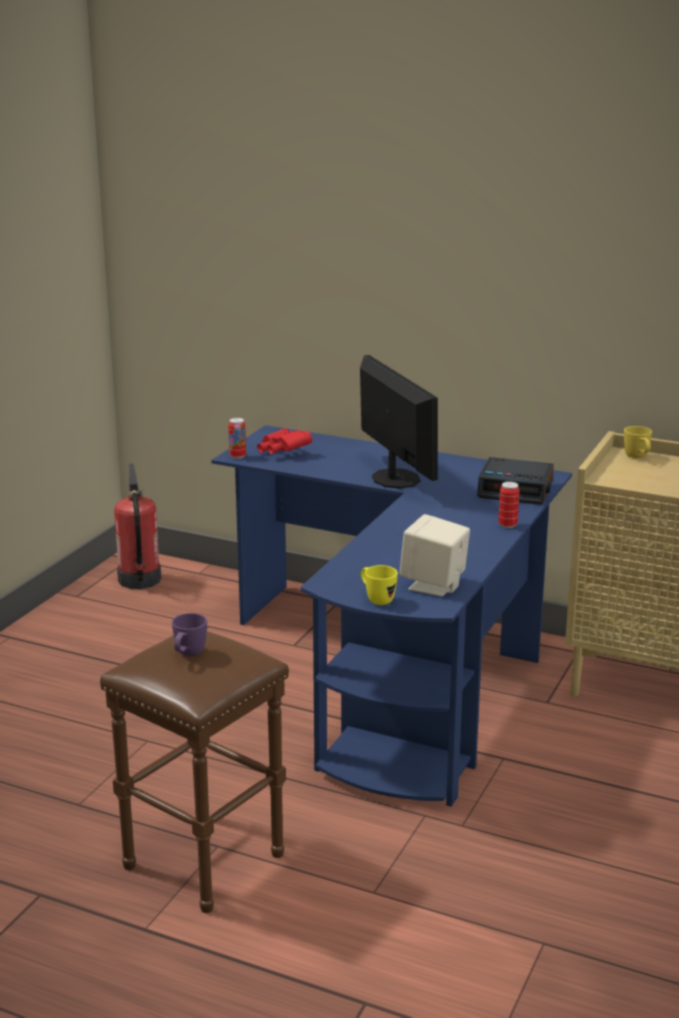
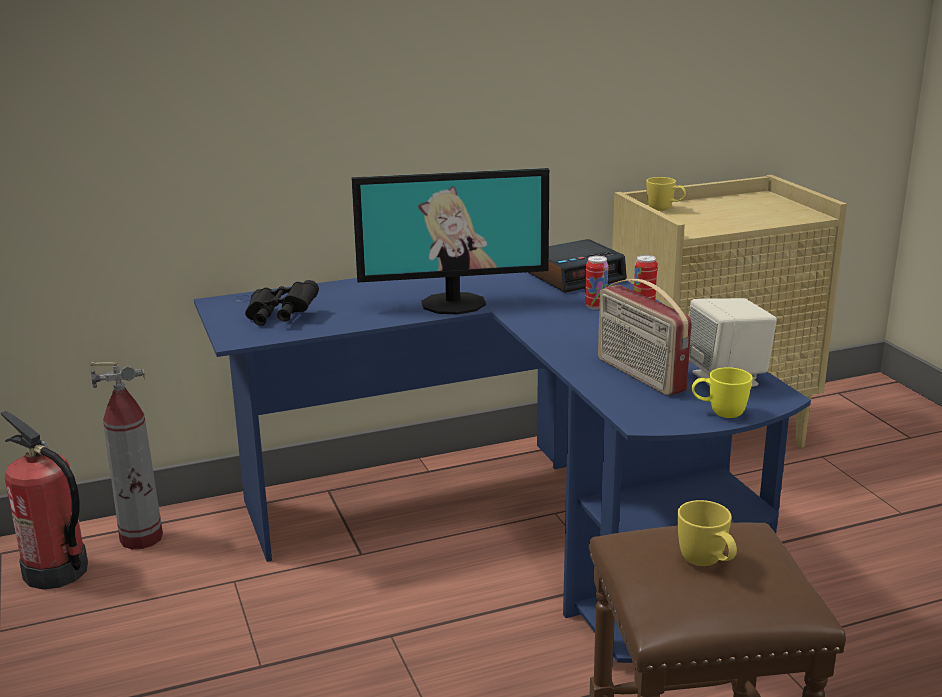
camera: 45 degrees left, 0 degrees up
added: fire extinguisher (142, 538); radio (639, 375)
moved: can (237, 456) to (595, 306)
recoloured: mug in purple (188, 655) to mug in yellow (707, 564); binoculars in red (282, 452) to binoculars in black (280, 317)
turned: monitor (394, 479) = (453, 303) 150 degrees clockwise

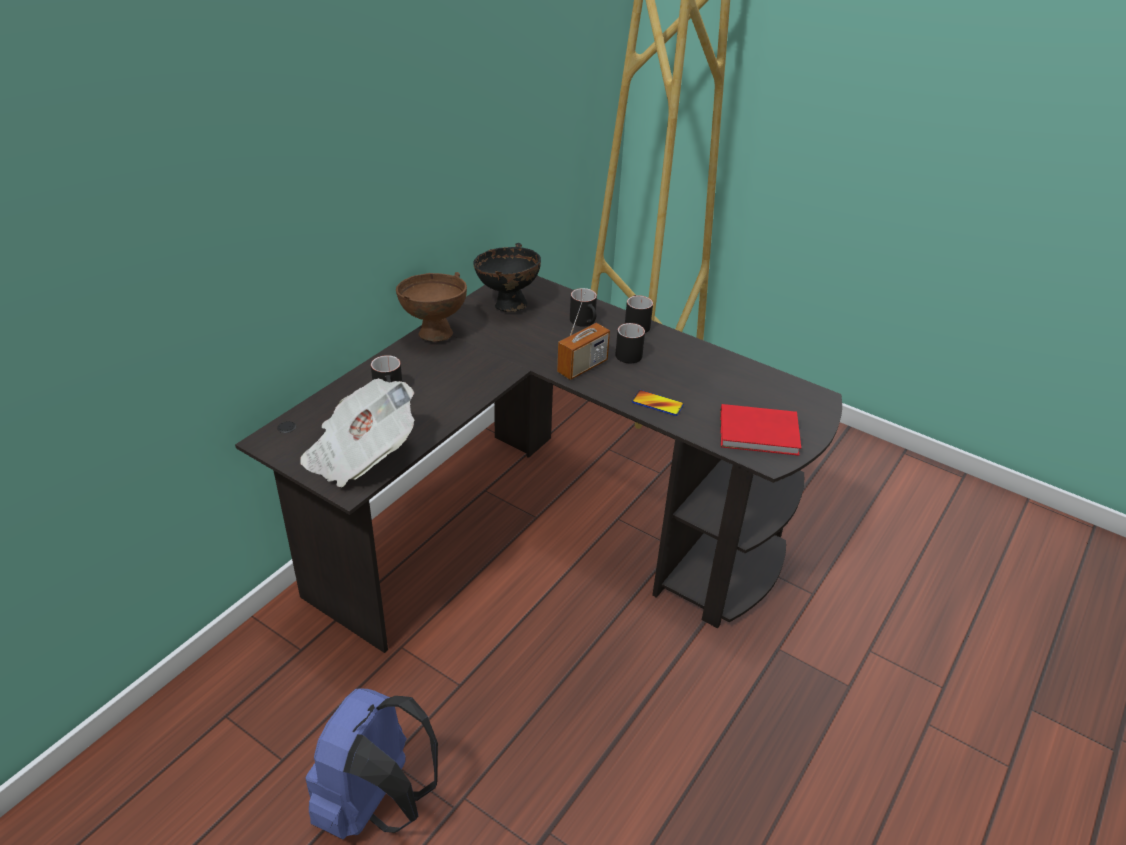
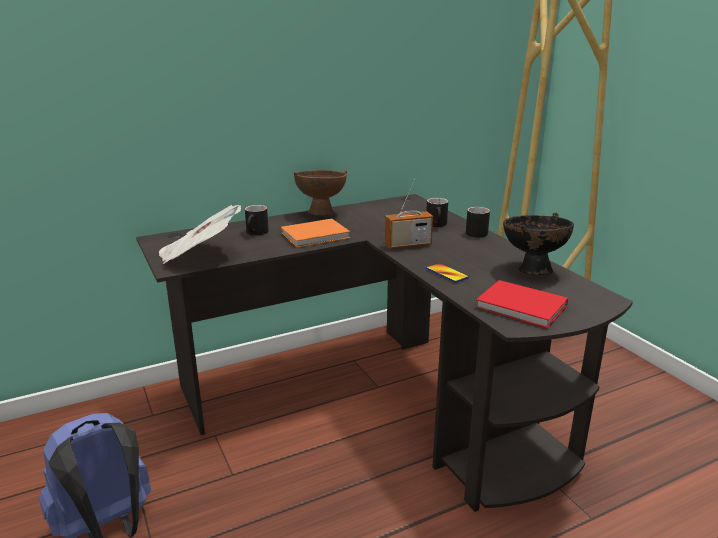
camera: 30 degrees right, 15 degrees down
removed: mug in black (629, 352)
added: book in orange (317, 235)
moved: bowl in black (507, 305) to (531, 271)

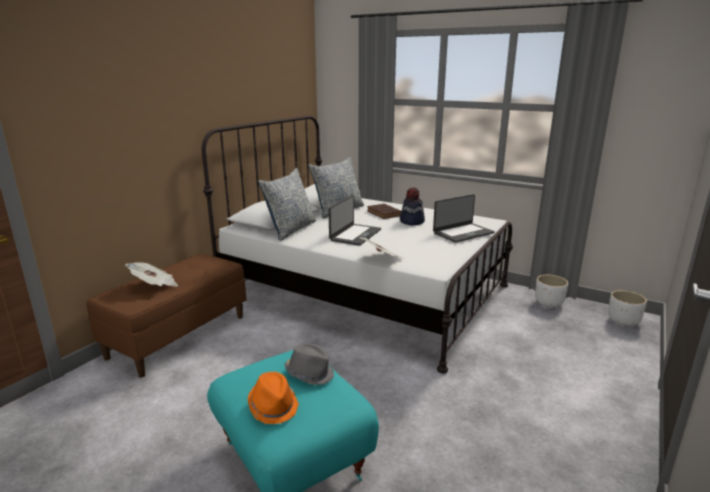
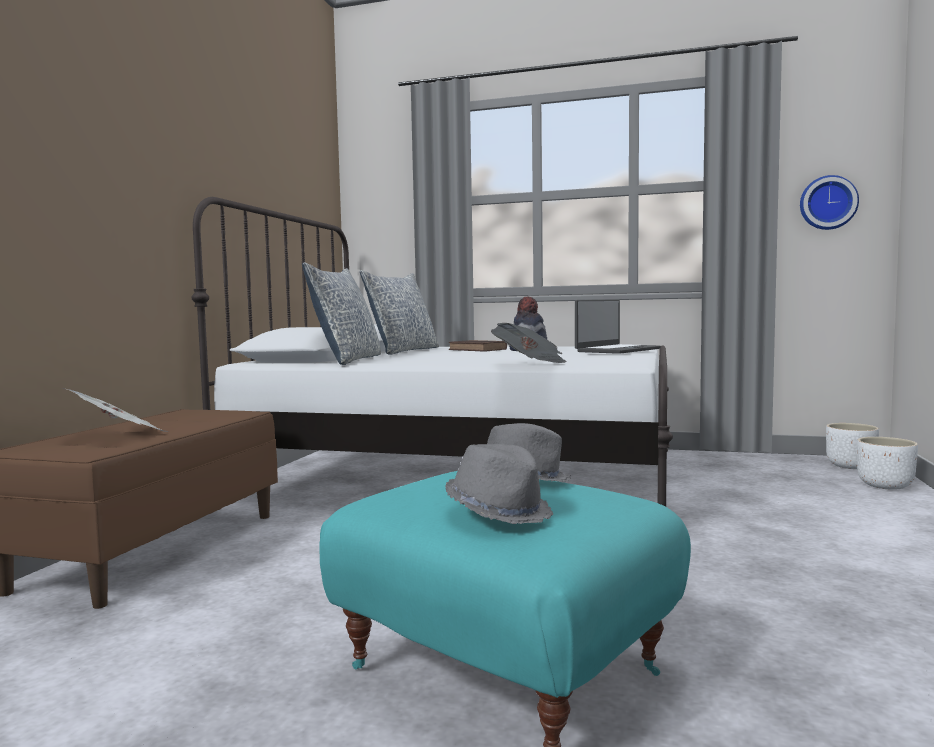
camera: 15 degrees left, 15 degrees down
removed: laptop (355, 235)
added: wall clock (827, 203)
moved: planter in white (549, 303) to (885, 485)
recoloured: hat in orange (273, 406) to hat in grey (499, 511)

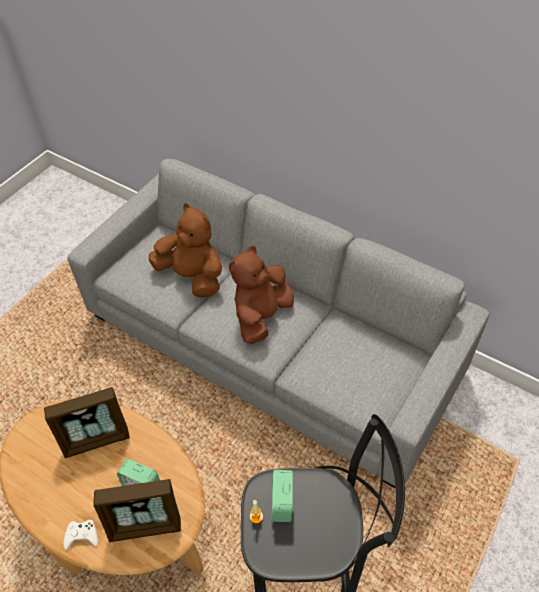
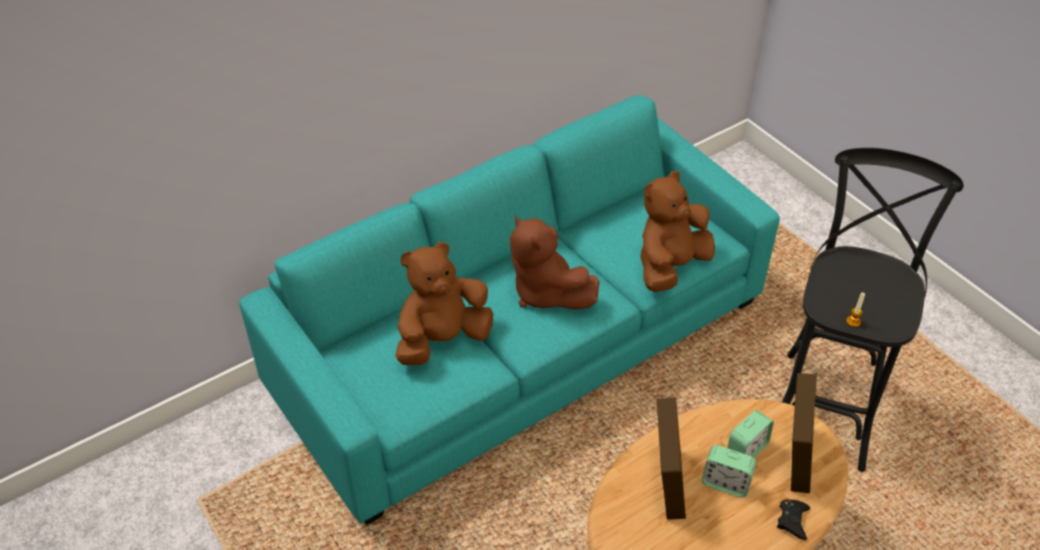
camera: 70 degrees left, 5 degrees down
added: plush toy in brown (670, 266)
moved: alarm clock (282, 503) to (726, 483)
recoloured: game controller in white (82, 535) to game controller in black (792, 520); sofa in grey (271, 342) to sofa in turquoise (519, 343)

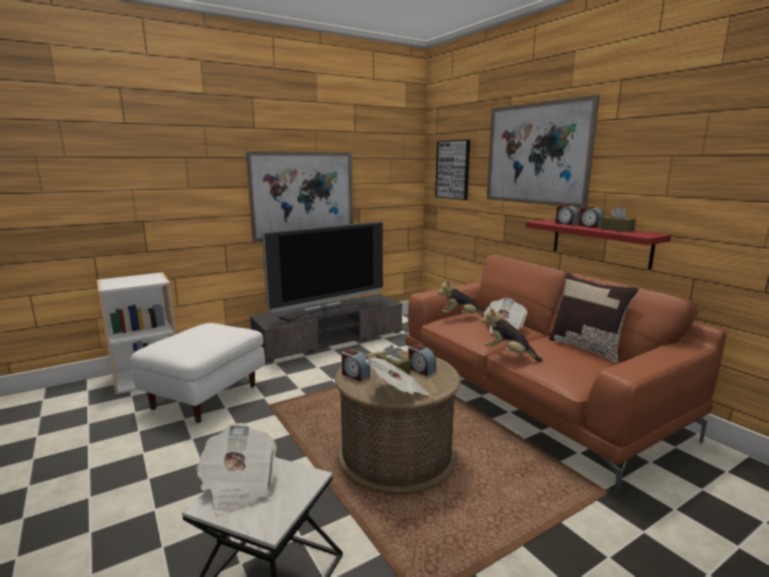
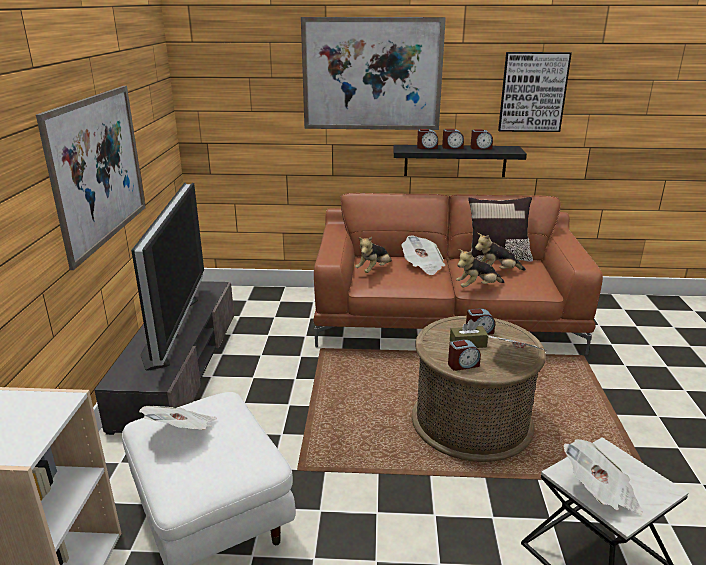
camera: 55 degrees left, 10 degrees up
added: newspaper (182, 432); plush toy (496, 271)
moved: picture (453, 169) to (533, 92)
replaced: tissue box in brown (617, 230) to alarm clock (481, 148)
recoloured: shelf in red (600, 243) to shelf in black (455, 160)

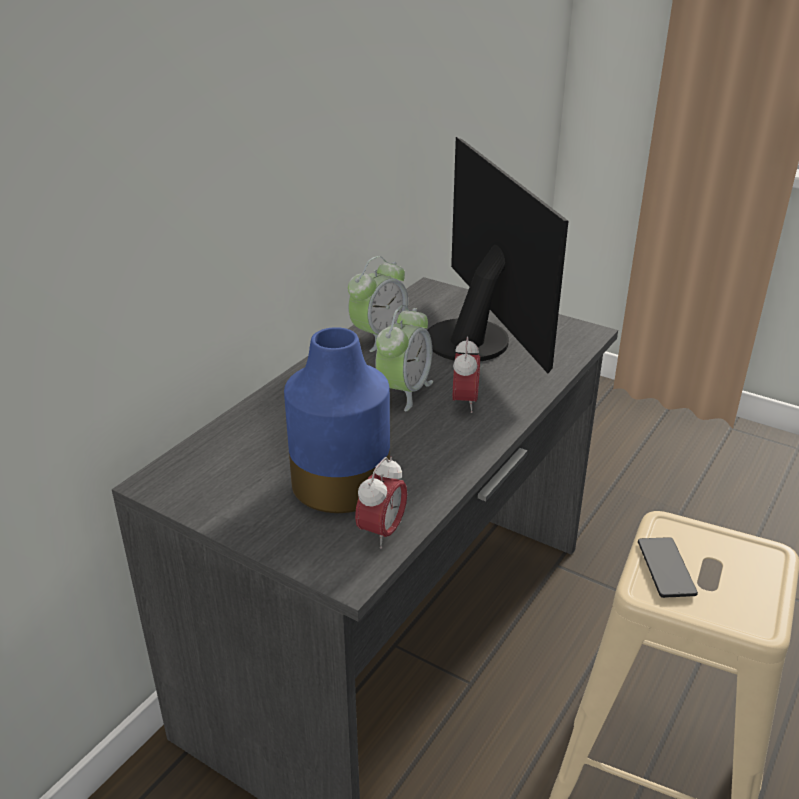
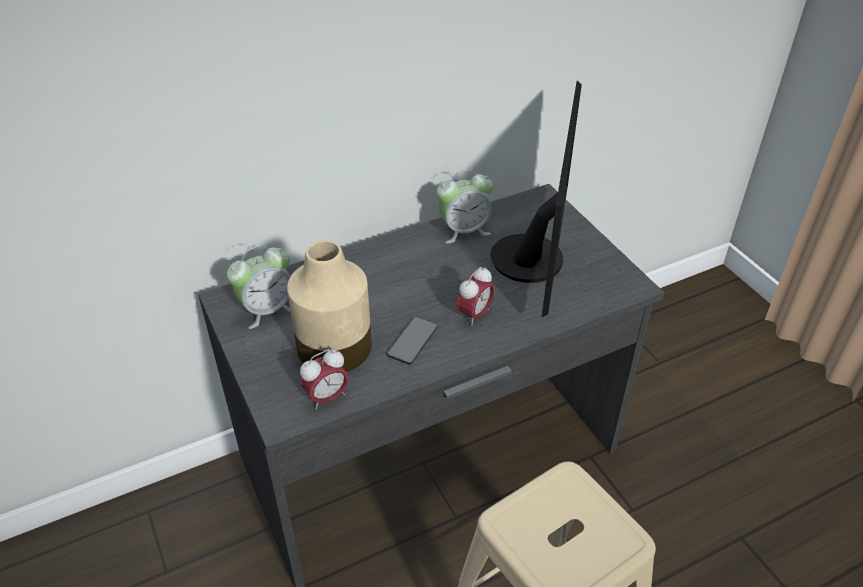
camera: 30 degrees right, 10 degrees up
moved: alarm clock (404, 391) to (267, 310); phone (666, 568) to (412, 341)
recoloured: vase in blue (340, 482) to vase in beige (333, 346)

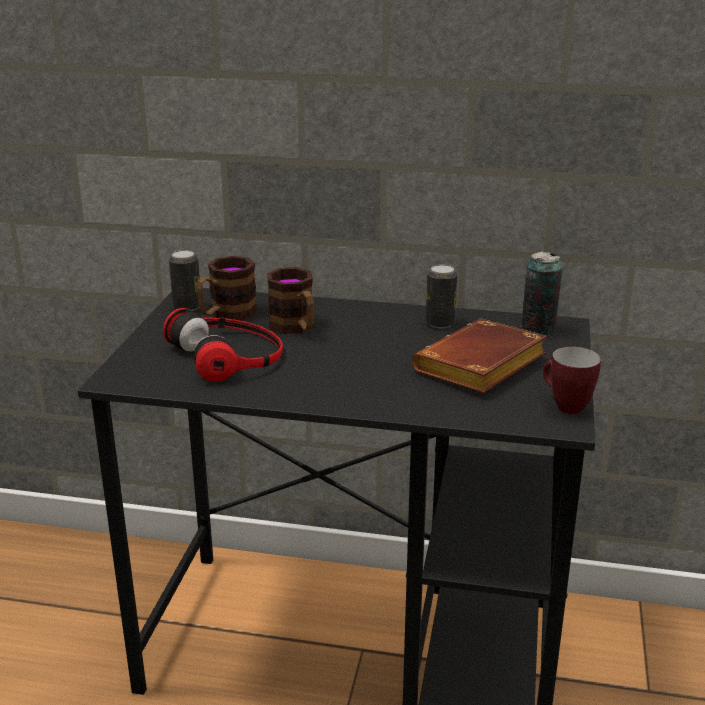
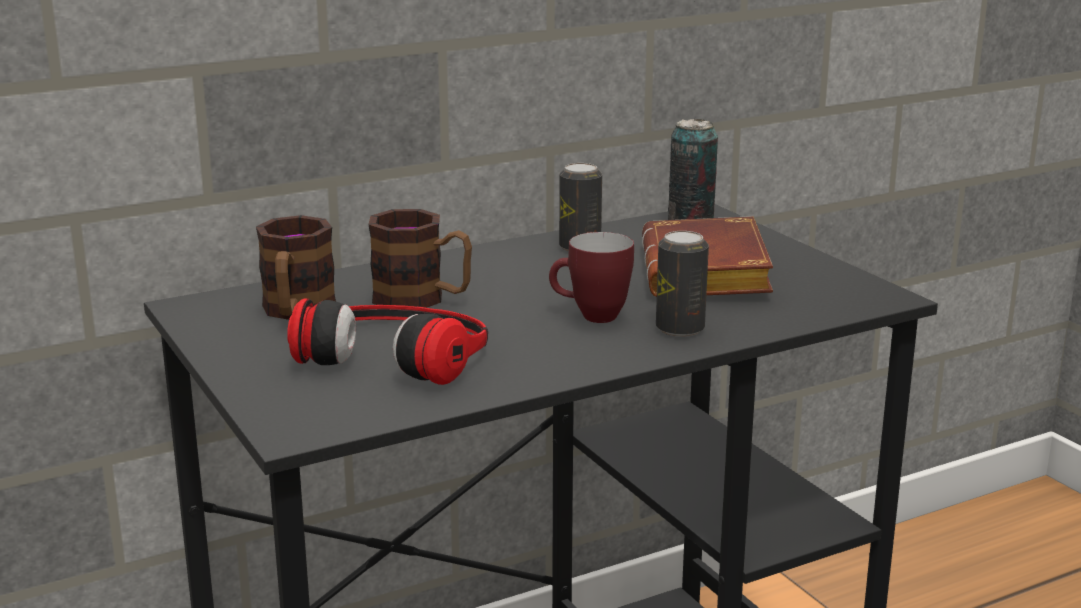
camera: 40 degrees left, 5 degrees down
moved: can (187, 307) to (680, 329); mug (564, 406) to (590, 317)

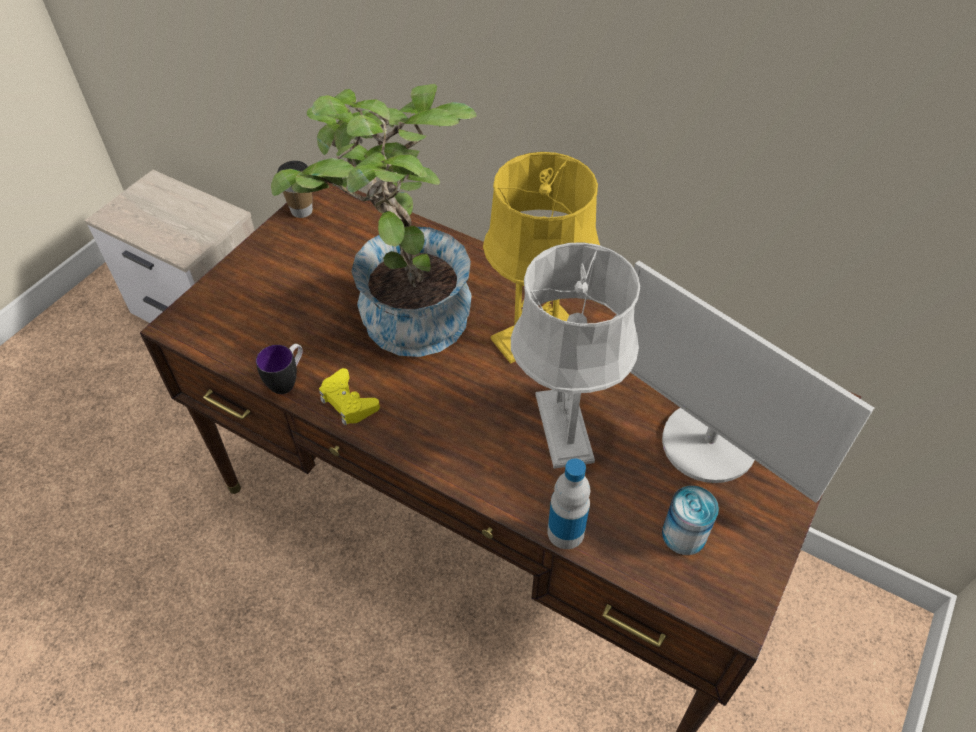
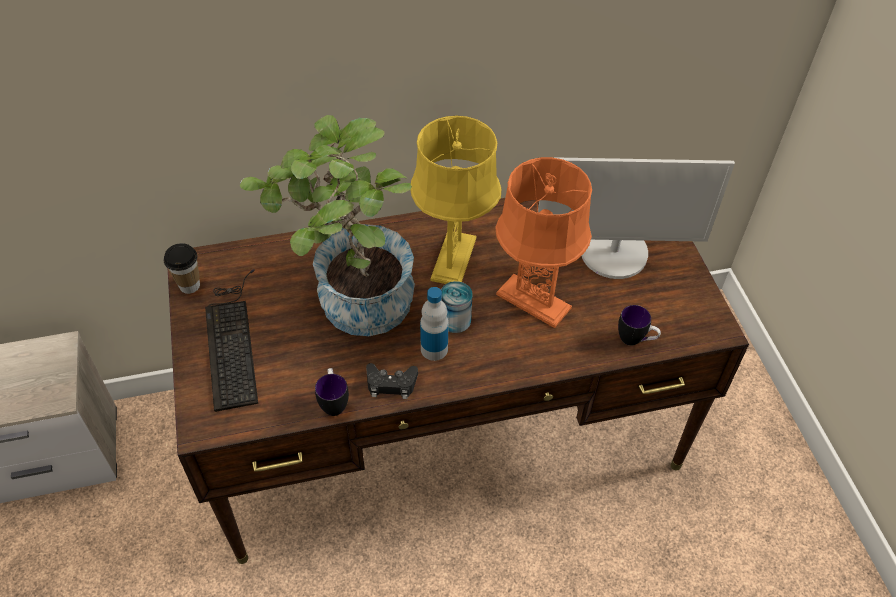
camera: 45 degrees left, 0 degrees up
added: keyboard (232, 340); mug (635, 340)
moved: bottle (565, 532) to (434, 349); can (684, 535) to (455, 320)
recoloured: game controller in yellow (348, 402) to game controller in black (391, 384); table lamp in grey (563, 427) to table lamp in orange (532, 301)

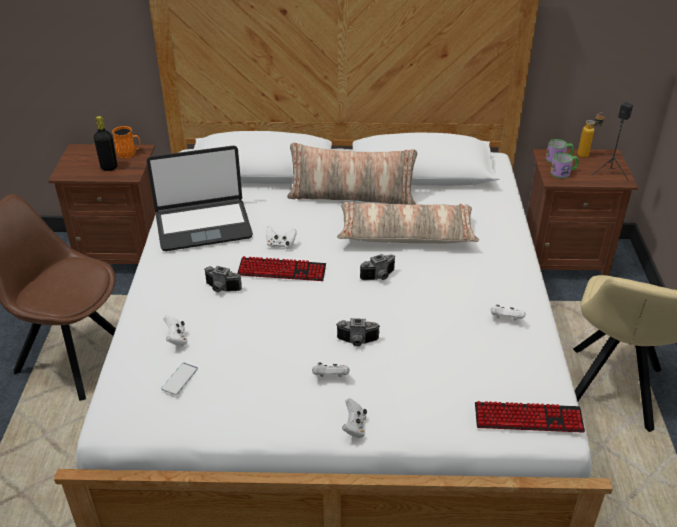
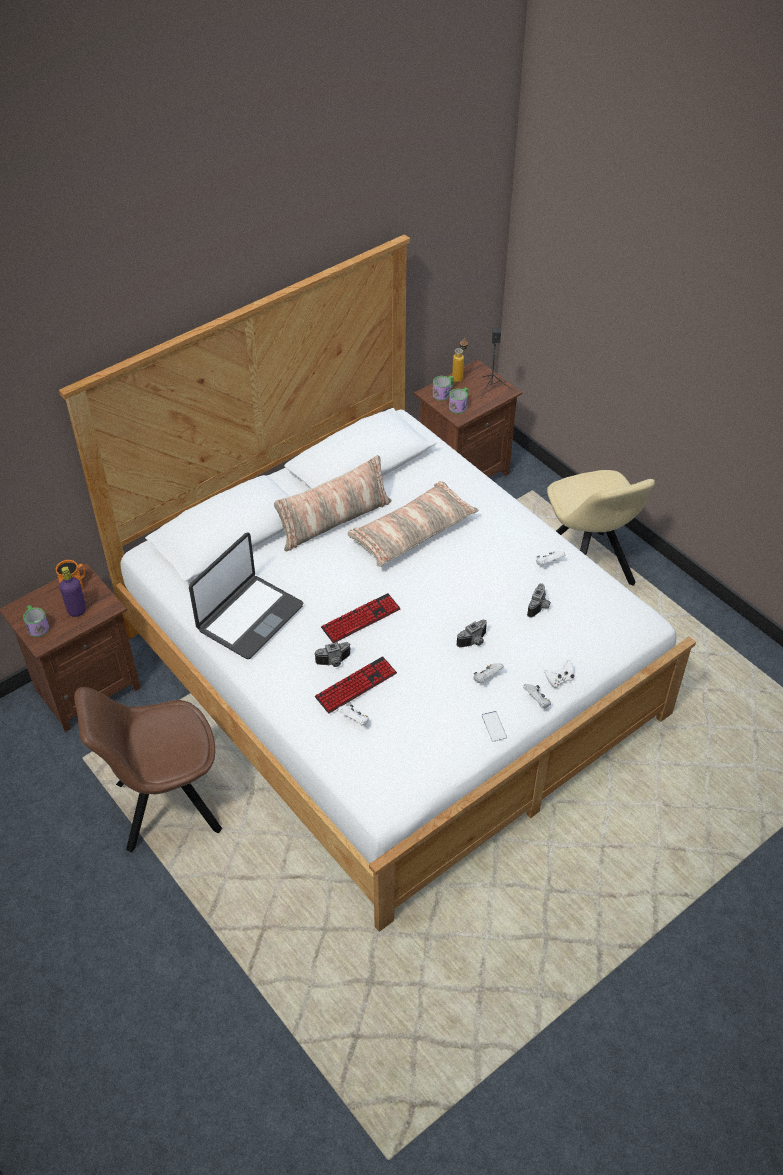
camera: 40 degrees left, 10 degrees up
added: mug (37, 626)
moved: phone (179, 379) to (494, 726); game controller in white (280, 244) to (559, 680); photo camera (380, 277) to (540, 607); keyboard (528, 418) to (356, 686)
recoloured: bottle in black (109, 167) to bottle in purple (77, 610)

